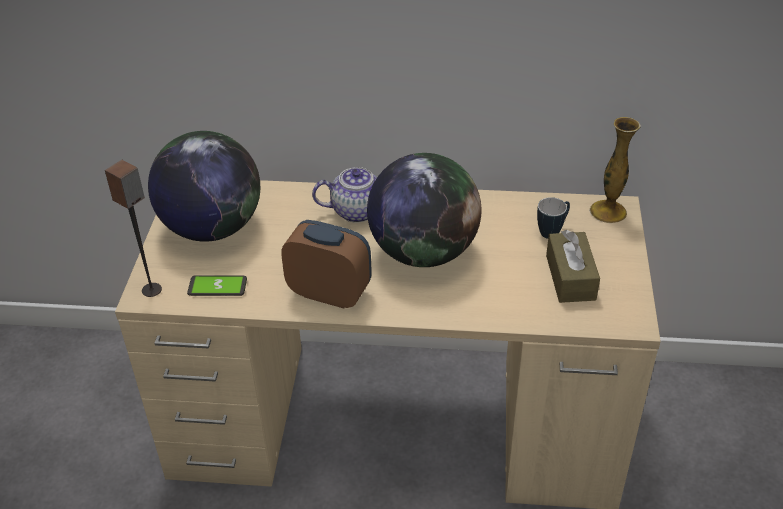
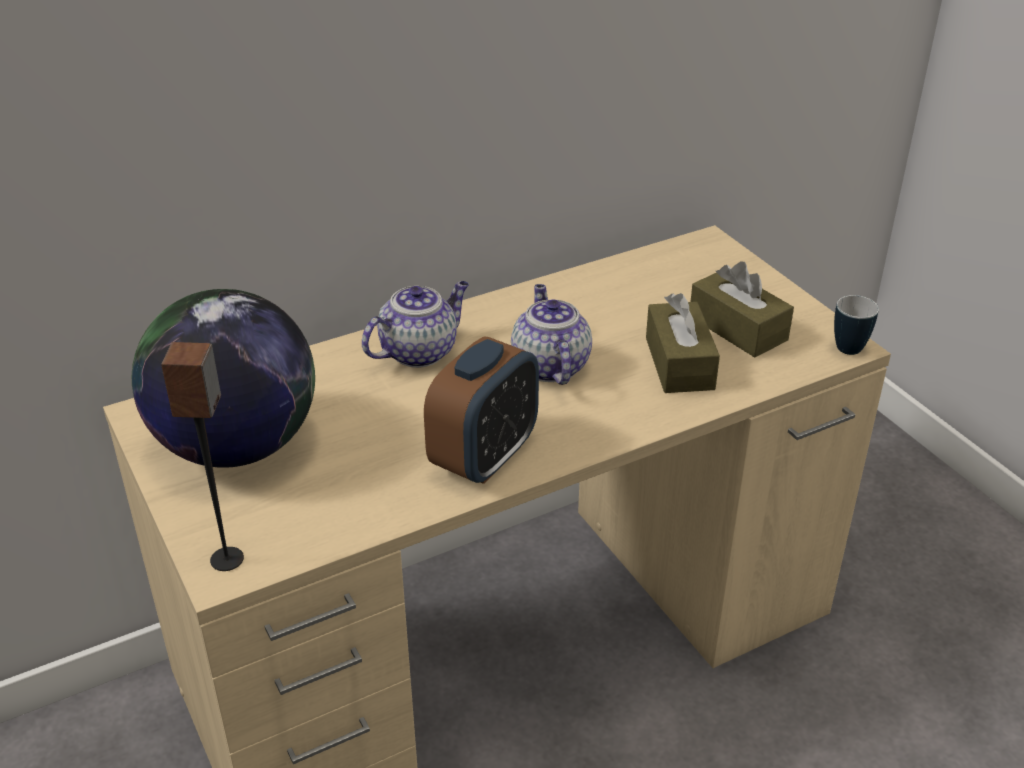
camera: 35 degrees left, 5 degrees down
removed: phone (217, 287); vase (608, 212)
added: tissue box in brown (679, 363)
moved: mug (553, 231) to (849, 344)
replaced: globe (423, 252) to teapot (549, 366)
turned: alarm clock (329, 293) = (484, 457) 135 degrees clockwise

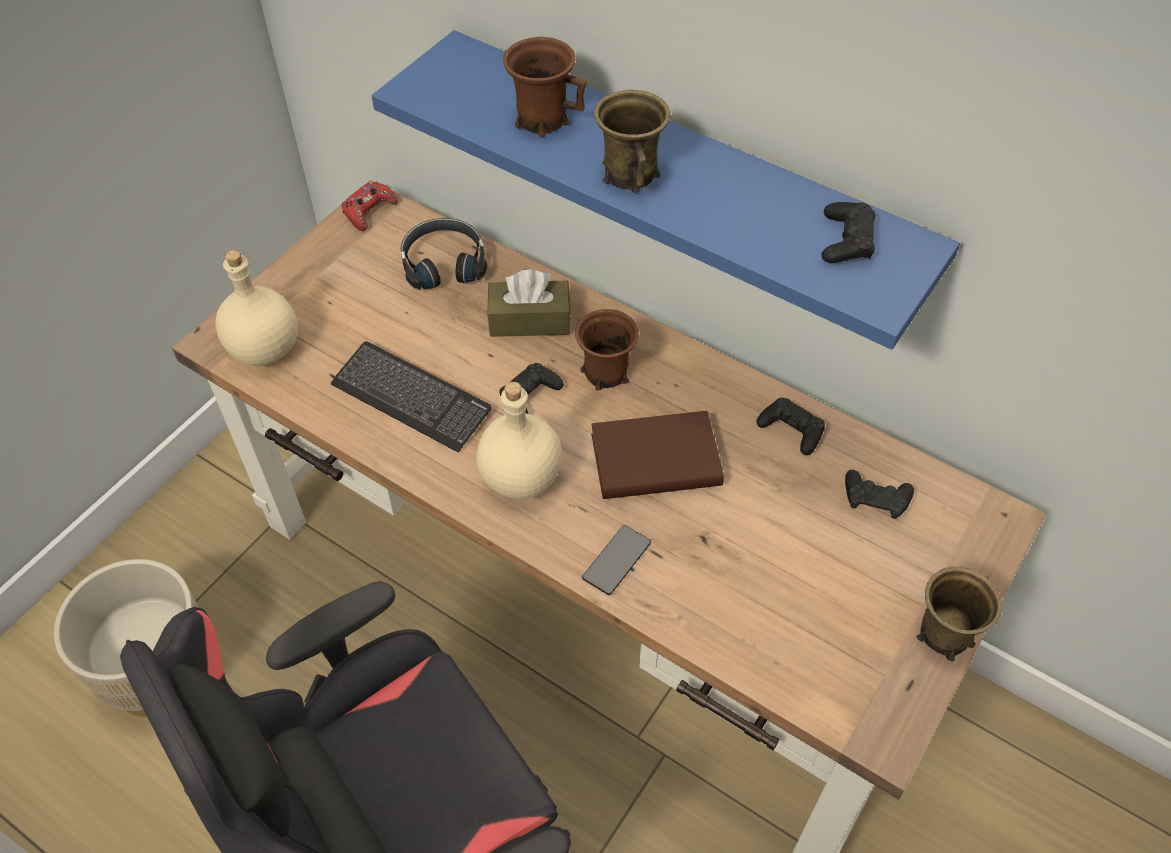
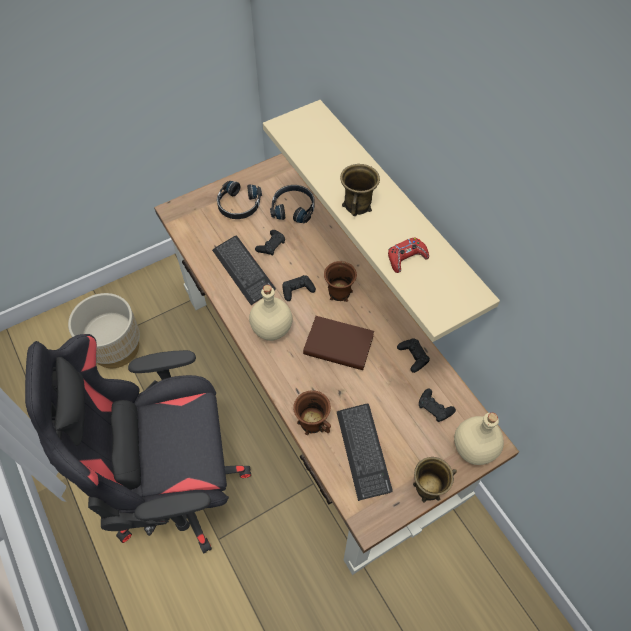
camera: 25 degrees right, 5 degrees up
removed: tissue box in brown (529, 320); phone (617, 560)
added: headphones in black (239, 205); keyboard (363, 451)
moved: bottle in beige (265, 350) to (474, 449); game controller in red (369, 211) to (406, 258); mug in brown (542, 118) to (312, 421); game controller in black (846, 240) to (271, 245)
recoloured: shelf in blue (681, 174) to shelf in beige (397, 210)

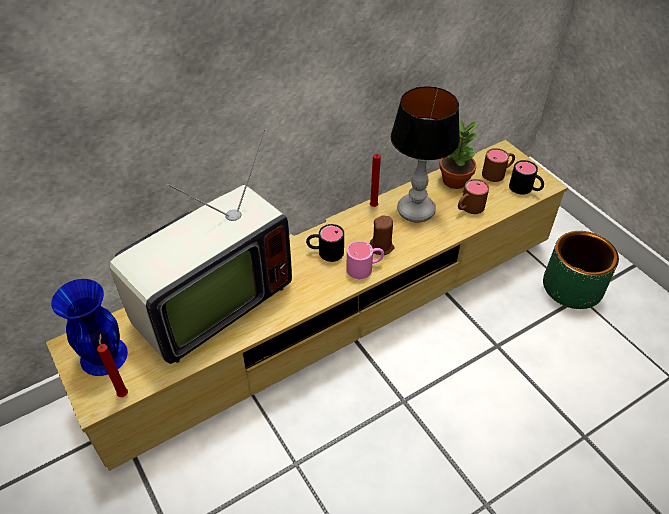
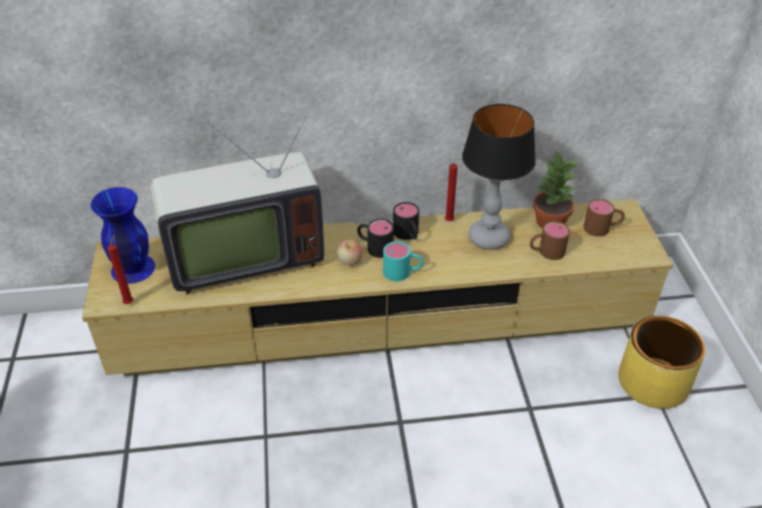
camera: 25 degrees right, 5 degrees down
removed: candle in brown (382, 247)
added: apple (350, 261)
moved: mug in black (525, 189) to (408, 235)
recoloured: mug in pink (365, 268) to mug in turquoise (403, 272); planter in green (571, 287) to planter in yellow (653, 382)

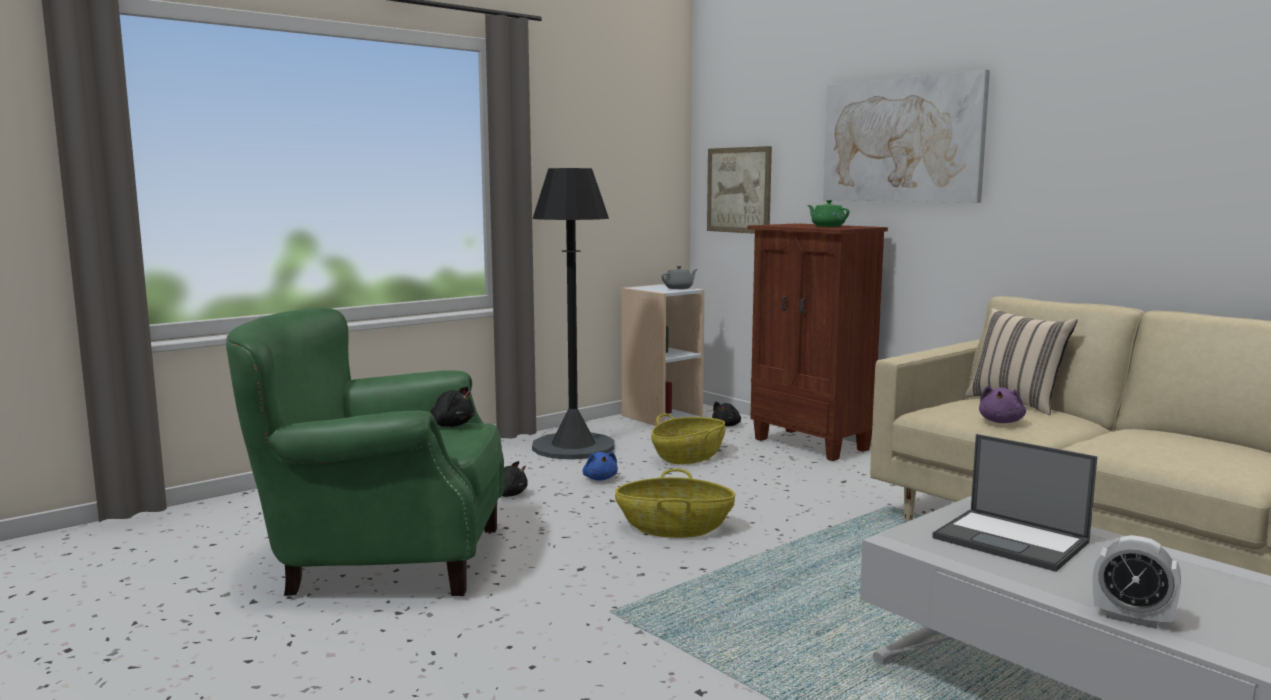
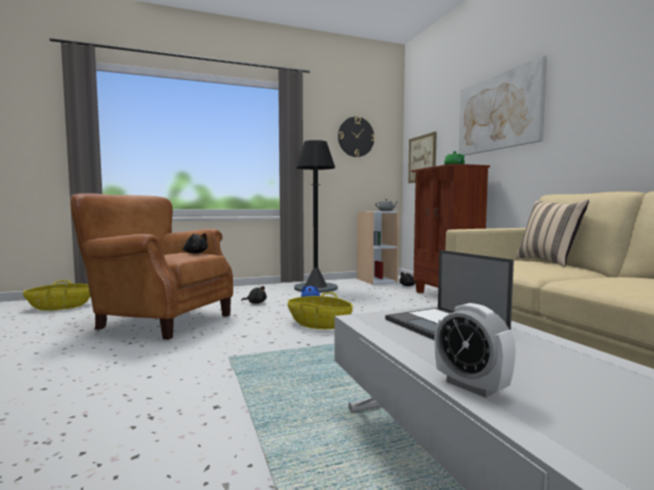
camera: 20 degrees right, 5 degrees down
removed: plush toy in purple (1001, 422)
added: wall clock (356, 137)
moved: basket (688, 456) to (60, 307)
recoloured: armchair in green (380, 559) to armchair in brown (159, 321)

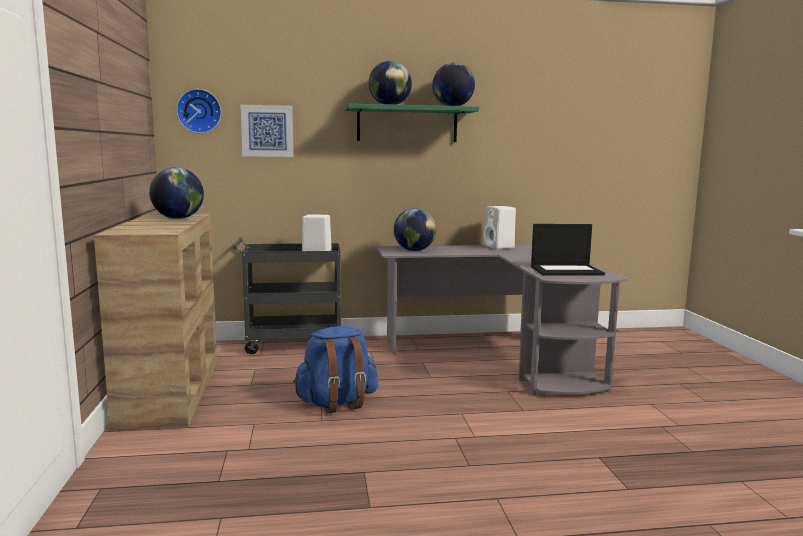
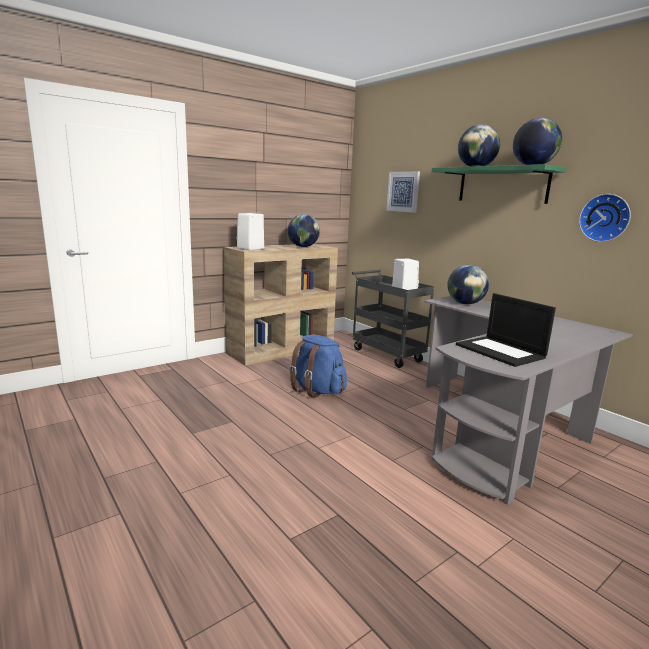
camera: 60 degrees right, 5 degrees up
moved: wall clock (199, 111) to (605, 218); speaker in white (499, 247) to (250, 249)

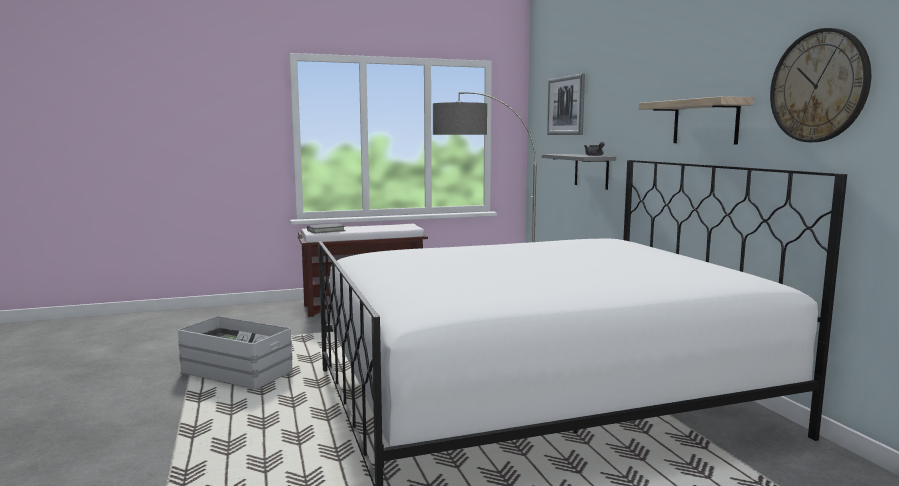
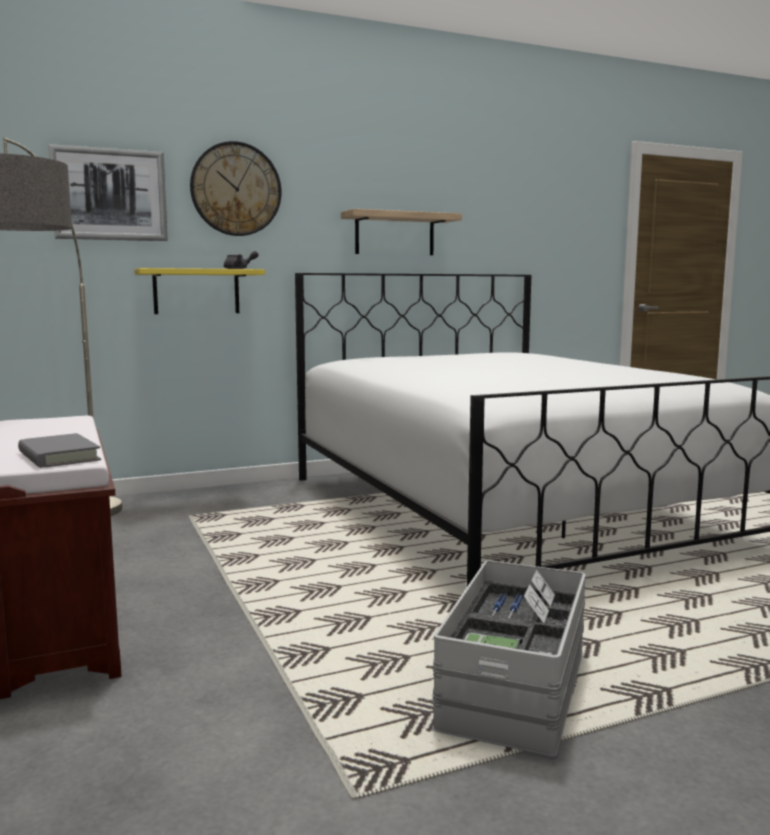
camera: 95 degrees left, 0 degrees up
moved: wall clock (819, 86) to (236, 189)
recoloured: shelf in grey (591, 171) to shelf in yellow (196, 291)

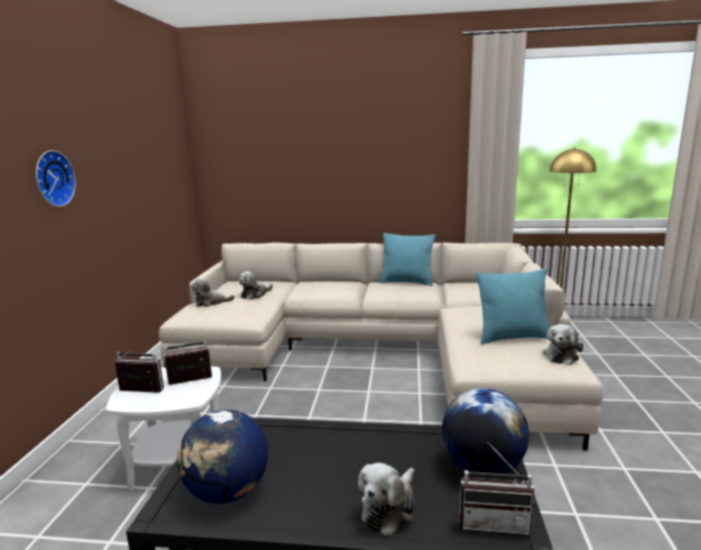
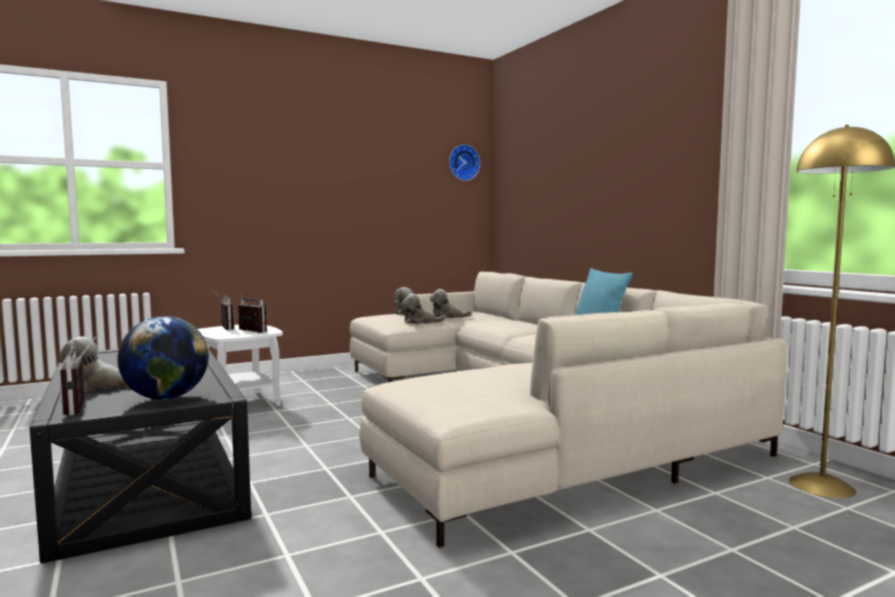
camera: 55 degrees right, 10 degrees down
removed: globe (227, 492); pillow in turquoise (512, 337)
moved: wall clock (52, 178) to (463, 162); plush toy (561, 355) to (420, 322)

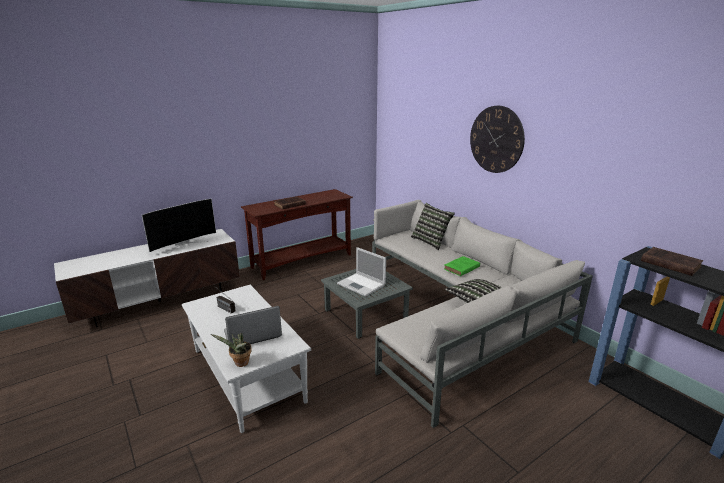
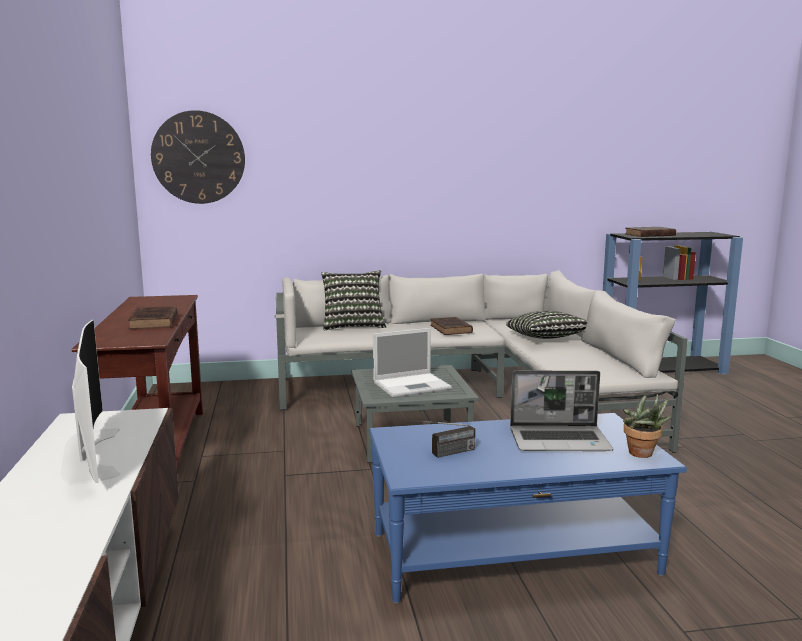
camera: 65 degrees left, 10 degrees down
moved: wall clock (496, 139) to (198, 157)
recoloured: coffee table in white (247, 375) to coffee table in blue (514, 553); book in green (461, 268) to book in brown (451, 329)
turned: laptop (252, 335) = (560, 440) 90 degrees counterclockwise

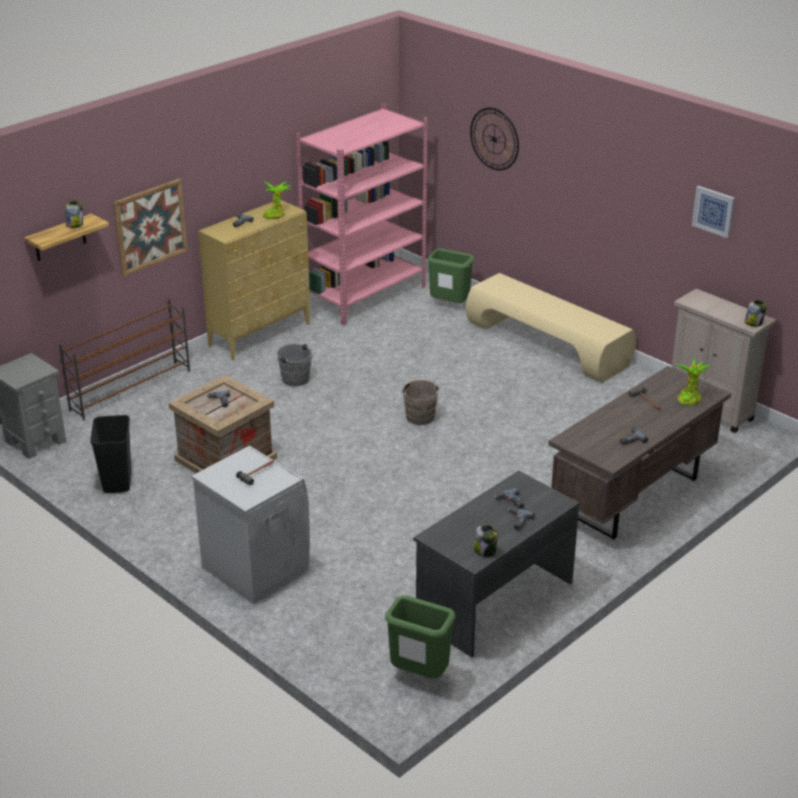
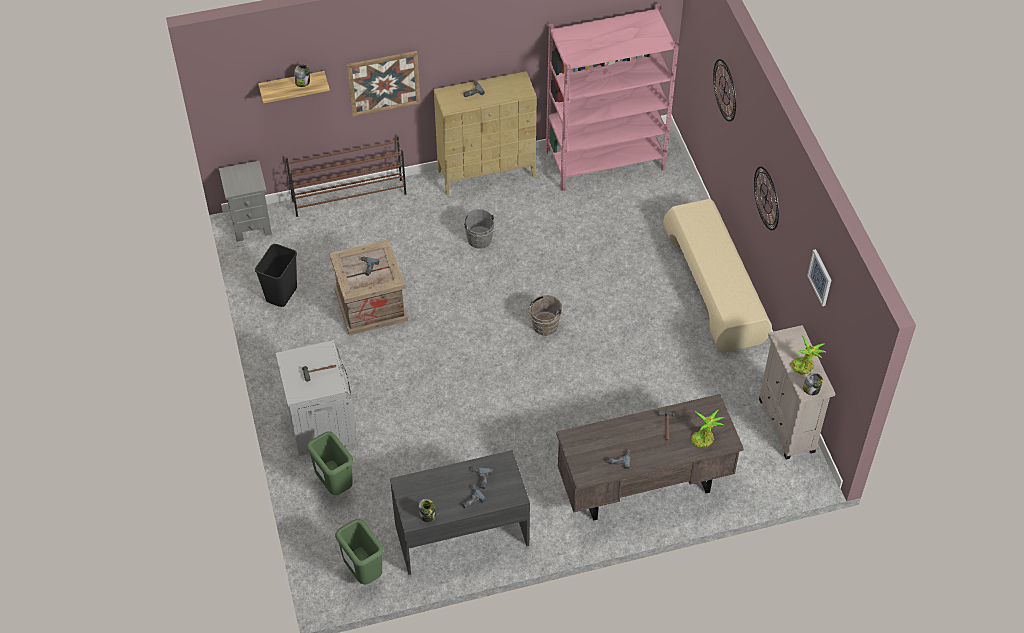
camera: 30 degrees right, 20 degrees up
added: wall clock (766, 198)
moved: potted plant (275, 215) to (804, 366); trash can in green (450, 306) to (335, 484)

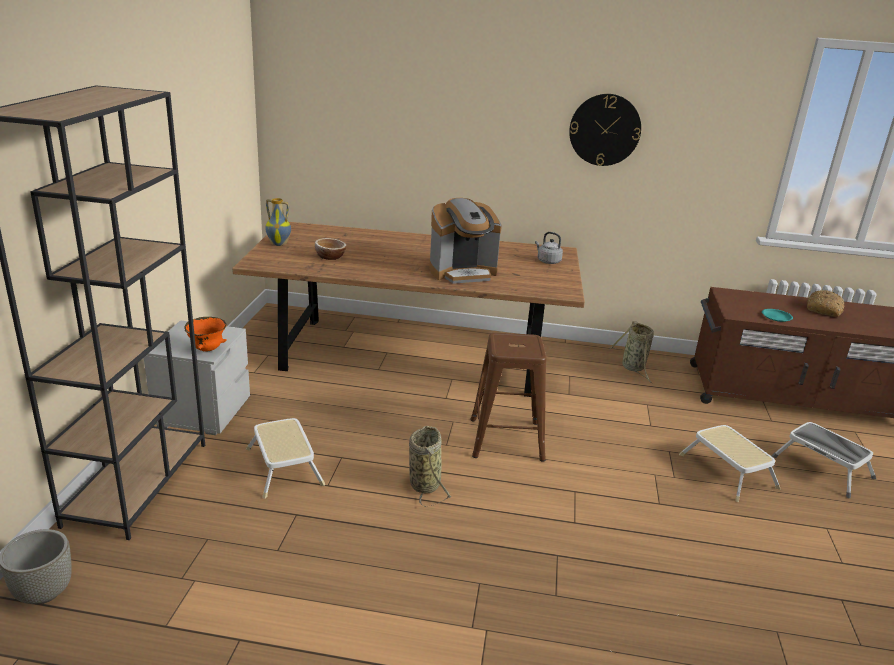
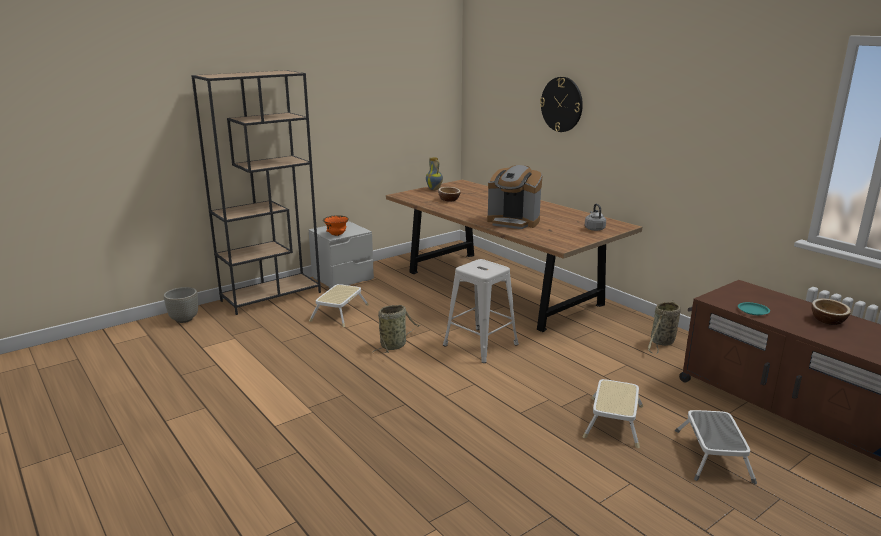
camera: 45 degrees right, 5 degrees down
moved: wall clock (604, 130) to (561, 104)
replaced: bread (823, 309) to bowl (827, 320)
recoloured: stool in brown (506, 439) to stool in white (480, 345)

